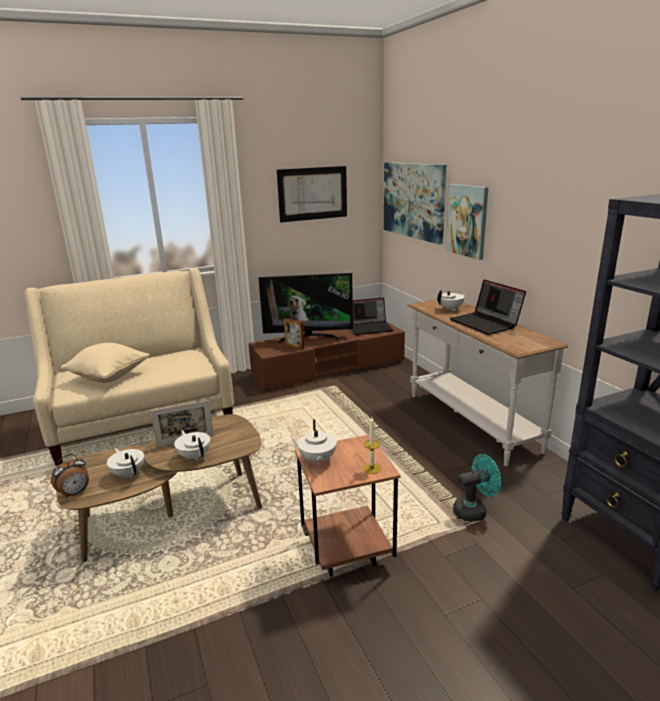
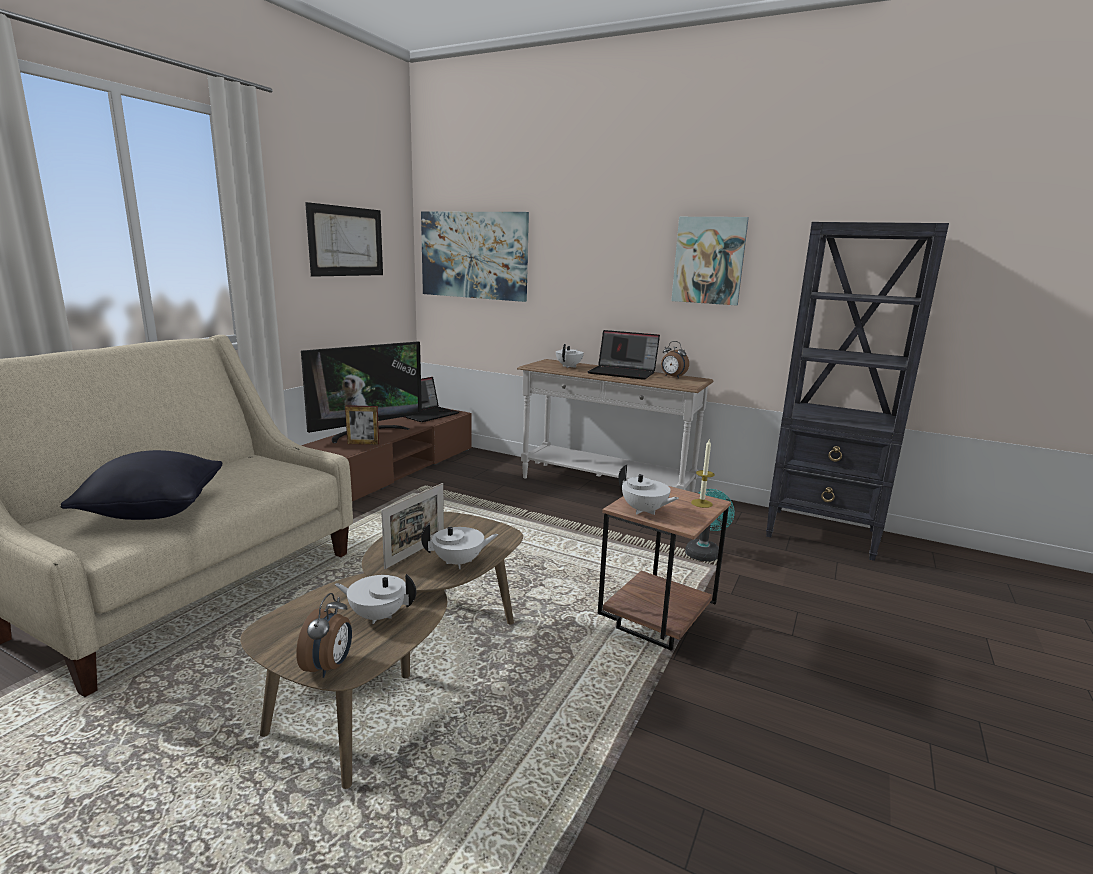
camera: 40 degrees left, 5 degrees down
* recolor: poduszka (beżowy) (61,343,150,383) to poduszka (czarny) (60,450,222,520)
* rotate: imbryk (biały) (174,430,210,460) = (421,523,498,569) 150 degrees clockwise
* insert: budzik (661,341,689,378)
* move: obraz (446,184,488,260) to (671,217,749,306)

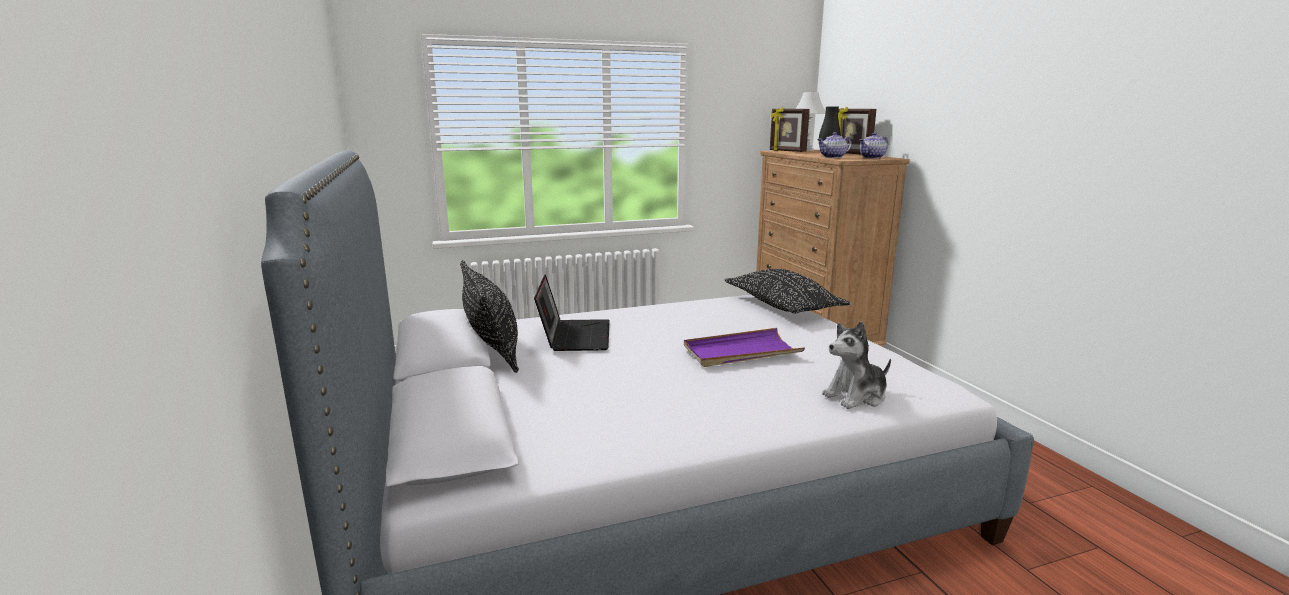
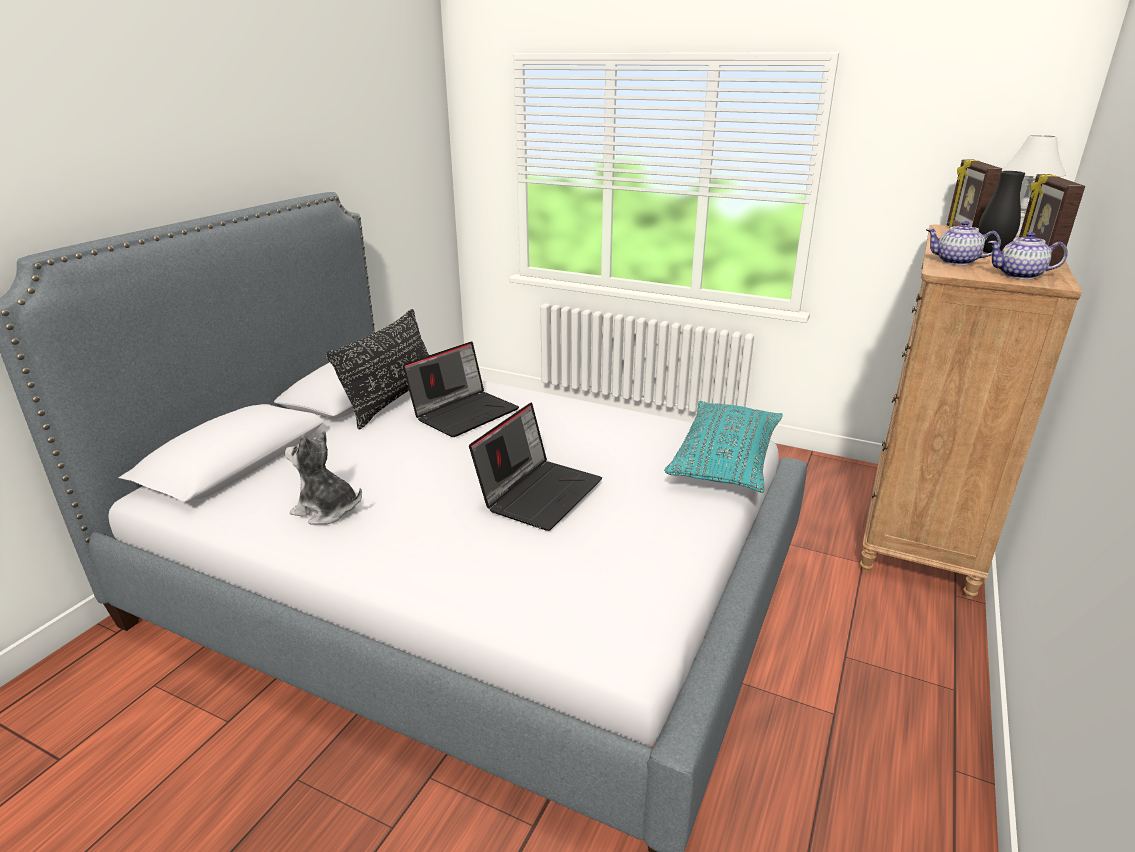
camera: 45 degrees right, 10 degrees up
* move: pluszak (822,321,891,409) to (285,431,362,525)
* replace: taca (fioletowy) (684,328,805,367) to laptop (469,402,602,531)
* recolor: poduszka (czarny) (725,269,851,313) to poduszka (turkusowy) (664,401,783,493)

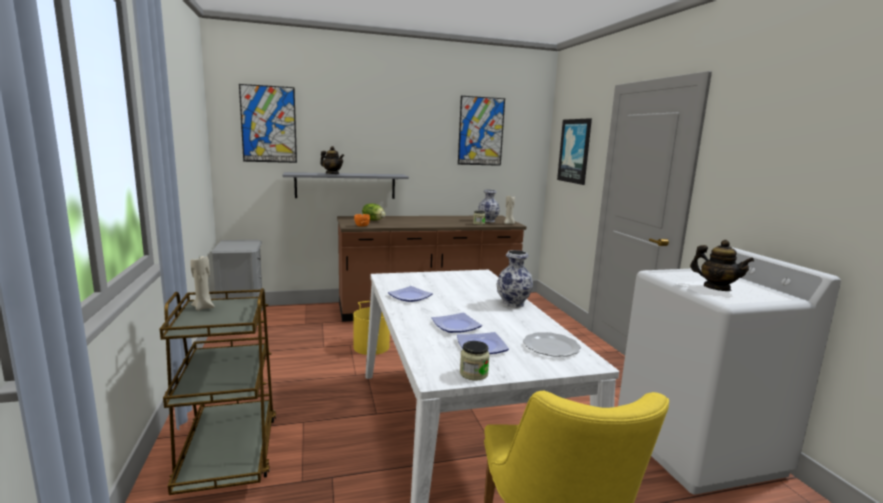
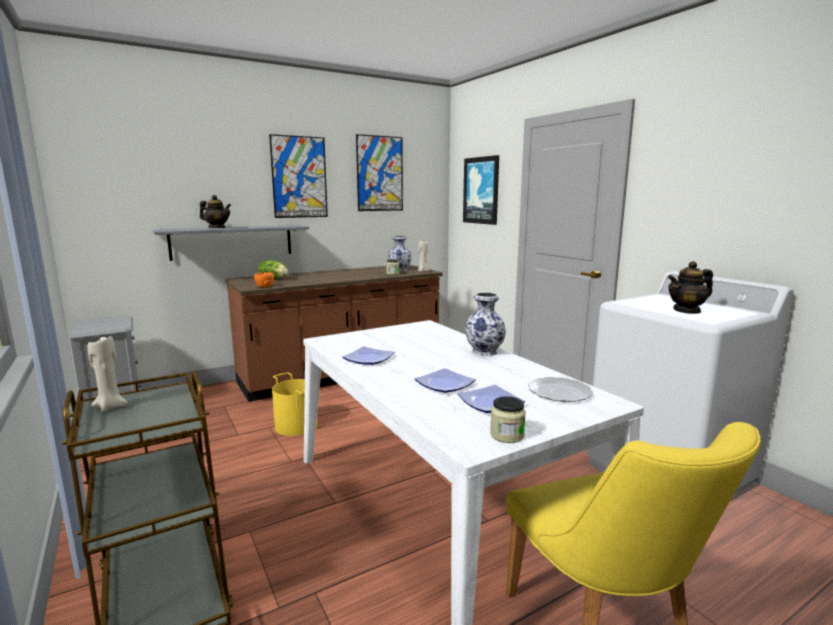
camera: 15 degrees left, 0 degrees up
* move: obraz (239,84,297,163) to (269,134,328,218)
* rotate: imbryk (690,240,754,291) = (668,261,713,314) 135 degrees clockwise

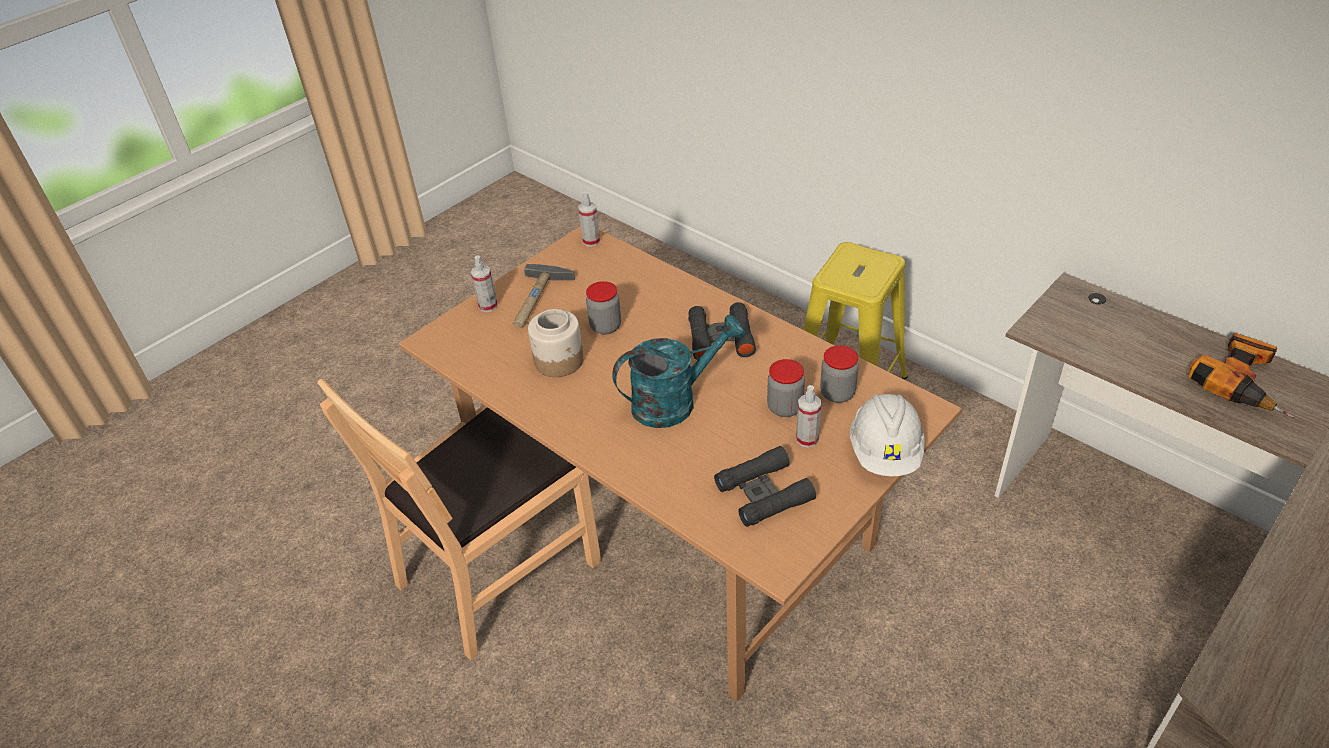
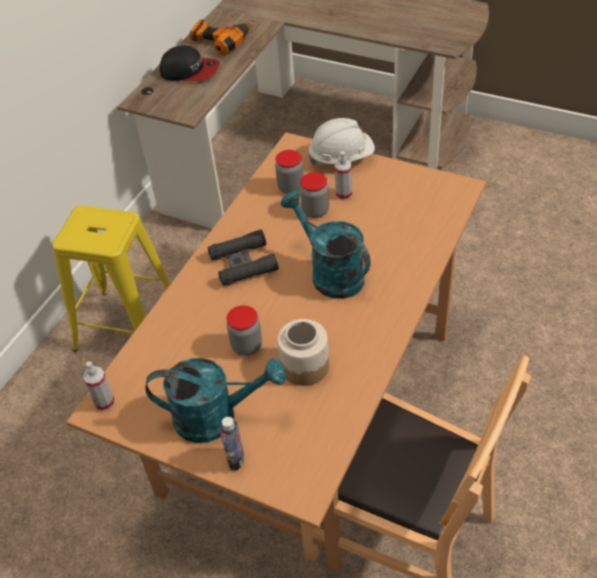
camera: 105 degrees left, 5 degrees up
* replace: młotek (513,264,575,328) to konewka (turkusowy) (146,358,286,443)
* insert: czapka z daszkiem (159,45,220,81)
* replace: spryskiwacz (471,256,498,312) to butelka (220,417,244,471)
* delete: lornetka (czarny) (714,446,816,527)

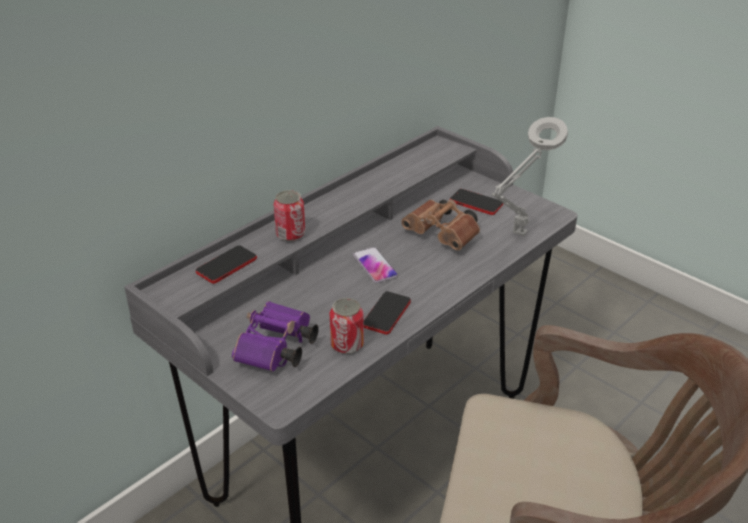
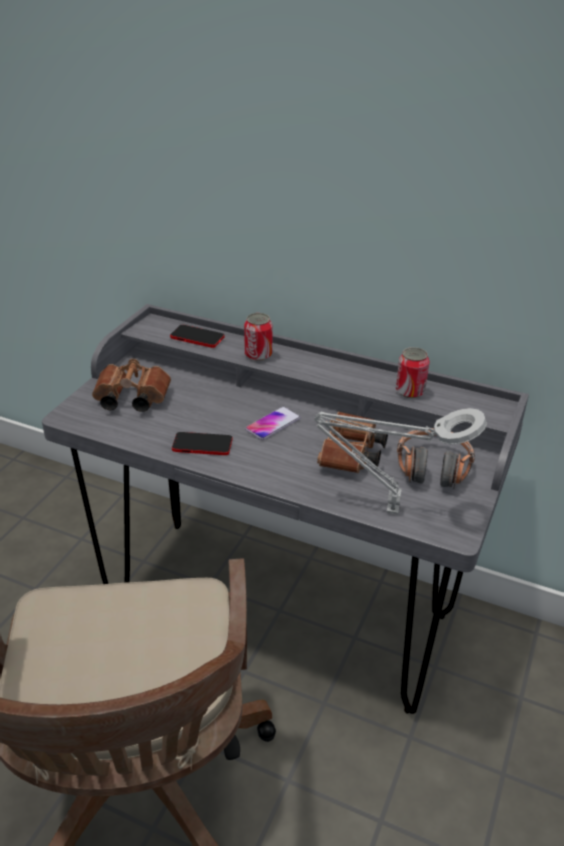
camera: 70 degrees right, 0 degrees up
* recolor: lornetka (fioletowy) (232,301,319,372) to lornetka (brązowy) (92,359,171,412)
* move: puszka (330,298,364,354) to (396,347,429,398)
* replace: telefon (450,189,503,215) to słuchawki (397,428,475,489)

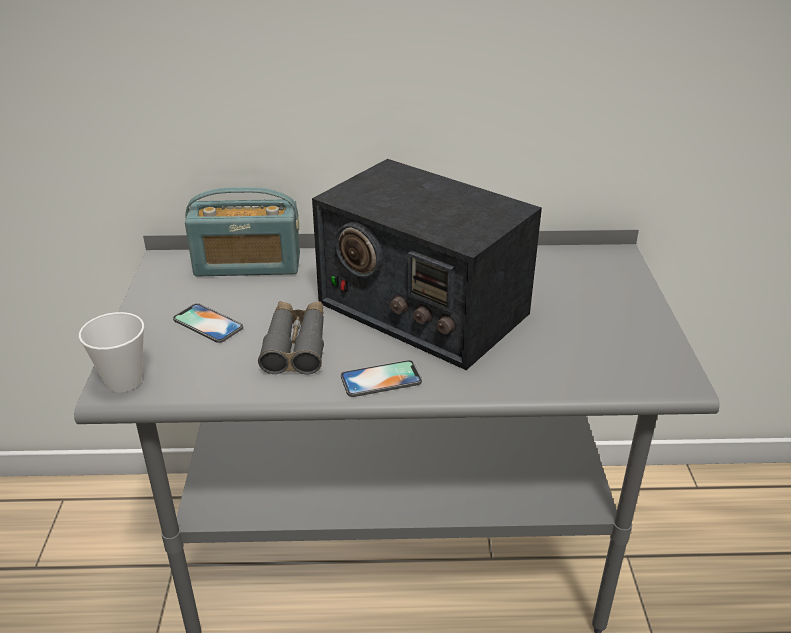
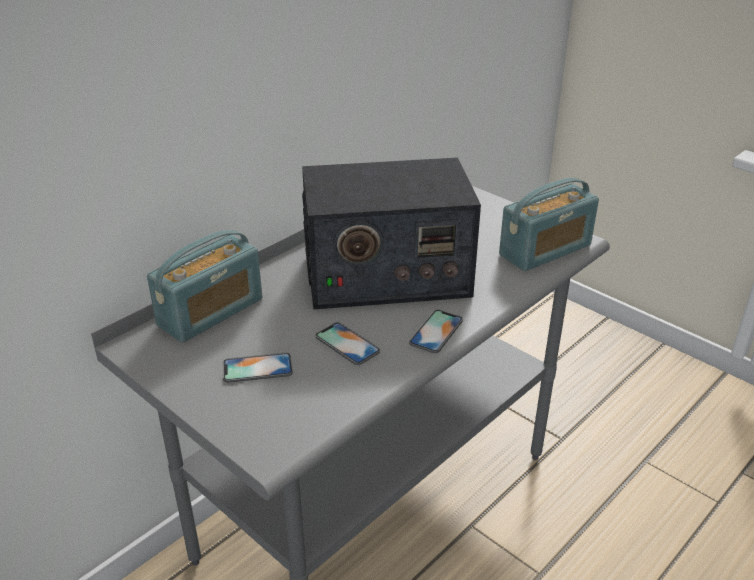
camera: 45 degrees left, 0 degrees up
* replace: lornetka (szary) (258,301,324,374) to telefon (316,322,380,365)
* insert: radio (499,178,599,271)
* delete: filiżanka (79,312,144,392)

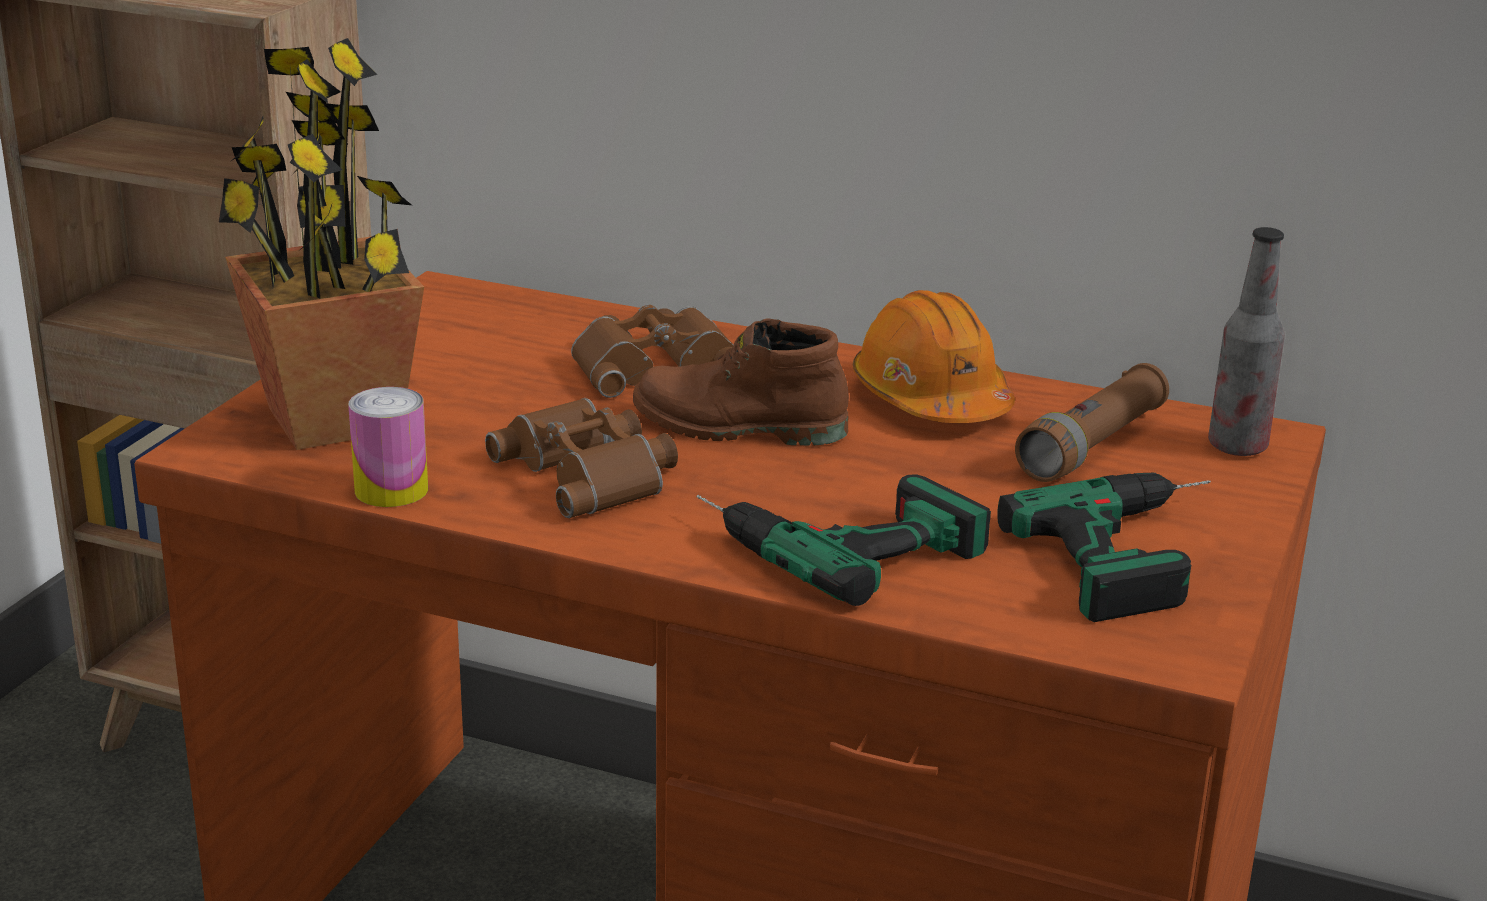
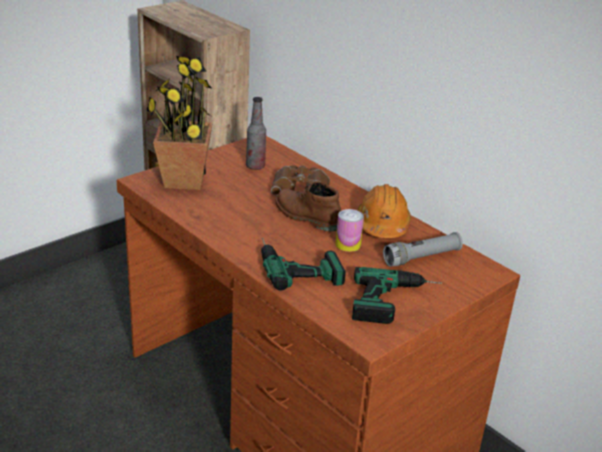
camera: 25 degrees right, 5 degrees up
* move: butelka (1208,227,1285,456) to (246,97,266,170)
* move: puszka (348,387,428,507) to (335,209,364,252)
* recolor: latarka (brązowy) (1015,363,1169,482) to latarka (szary) (383,232,463,267)
* delete: lornetka (brązowy) (485,398,678,518)

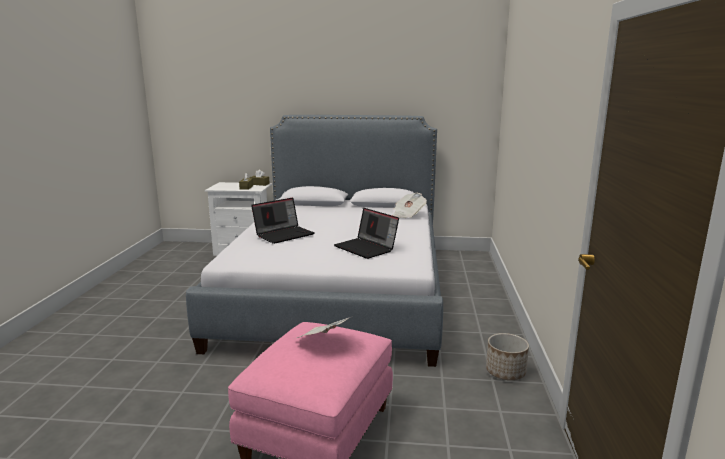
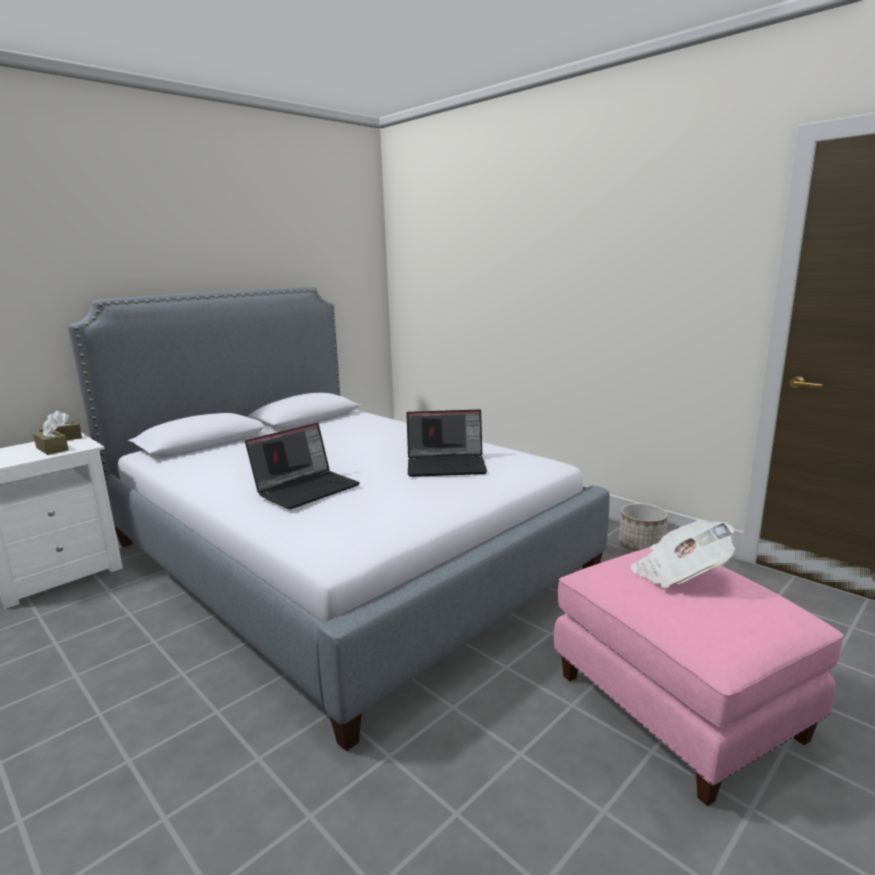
camera: 50 degrees left, 0 degrees up
* rotate: laptop (251,198,314,244) = (245,423,360,509) 45 degrees clockwise
* delete: gazeta (392,193,427,218)

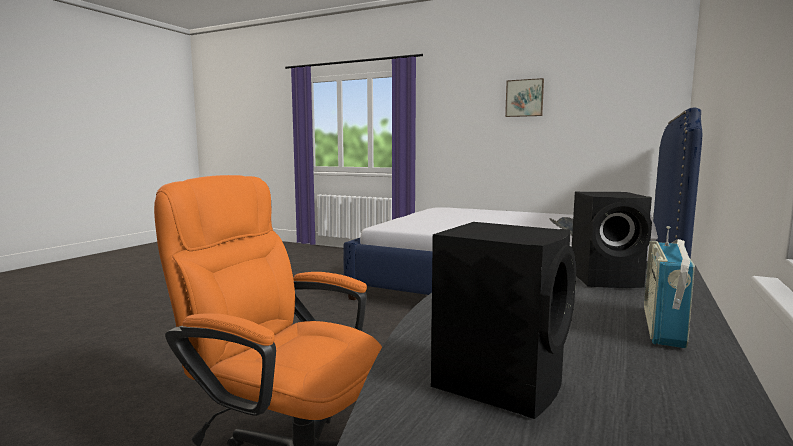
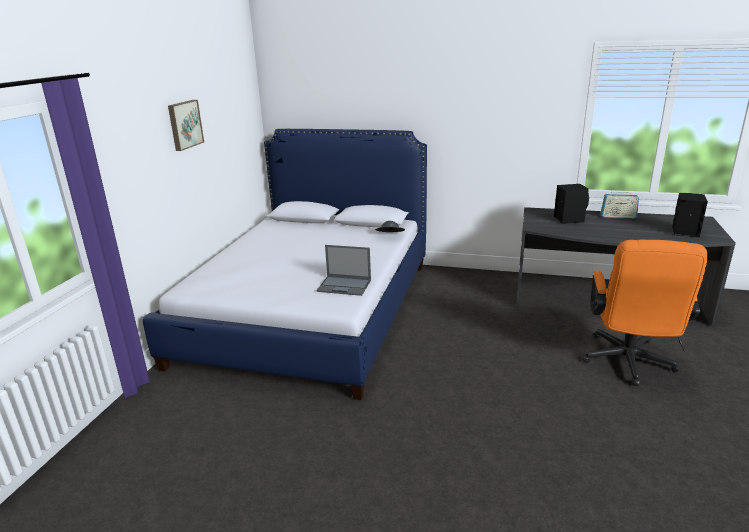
camera: 100 degrees left, 15 degrees up
* insert: laptop (316,245,371,296)

